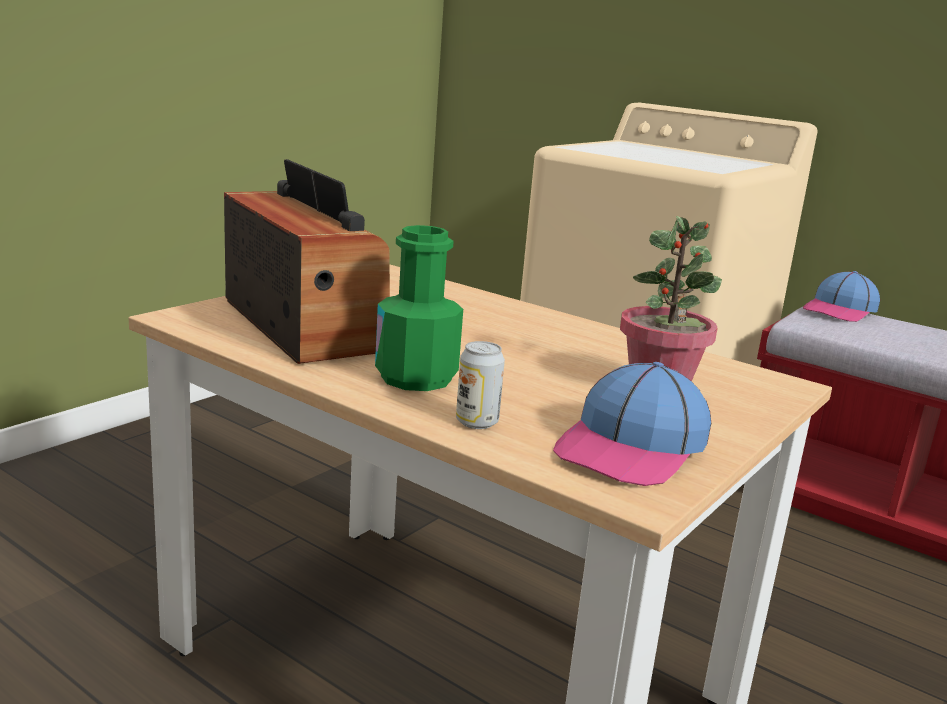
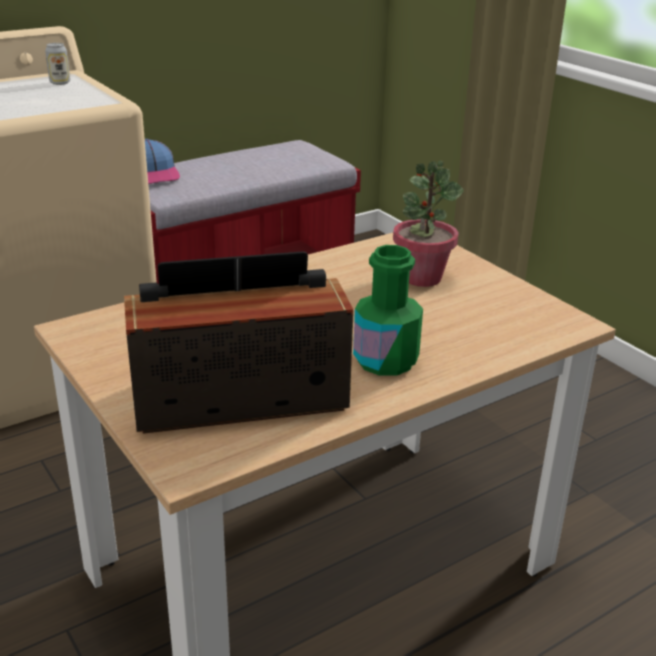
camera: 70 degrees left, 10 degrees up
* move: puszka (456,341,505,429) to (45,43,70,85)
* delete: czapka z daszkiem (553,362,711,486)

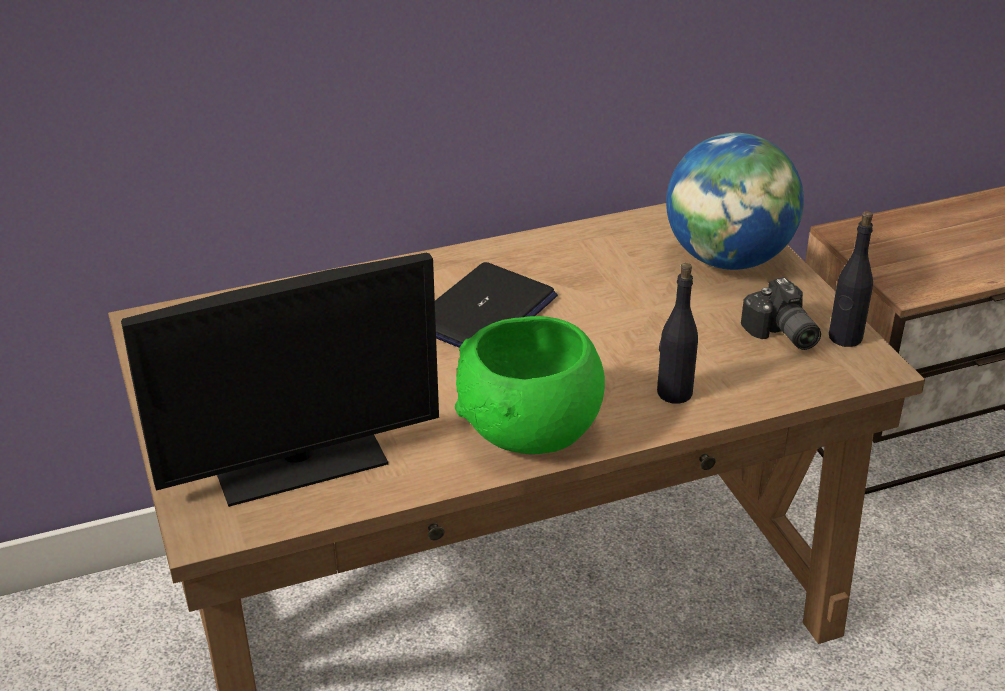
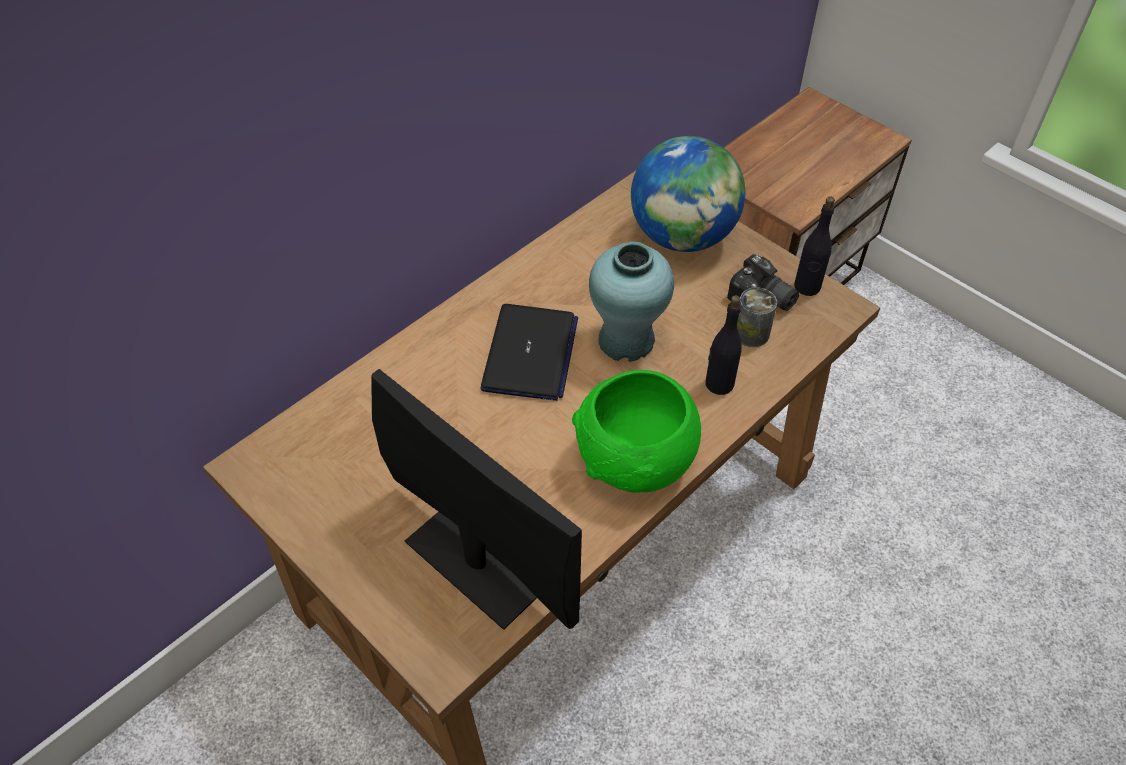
camera: 25 degrees left, 15 degrees up
* rotate: monitor (121,252,439,507) = (371,369,582,630) 90 degrees counterclockwise
* insert: wazon (turkusowy) (589,242,674,362)
* insert: puszka (737,287,777,347)

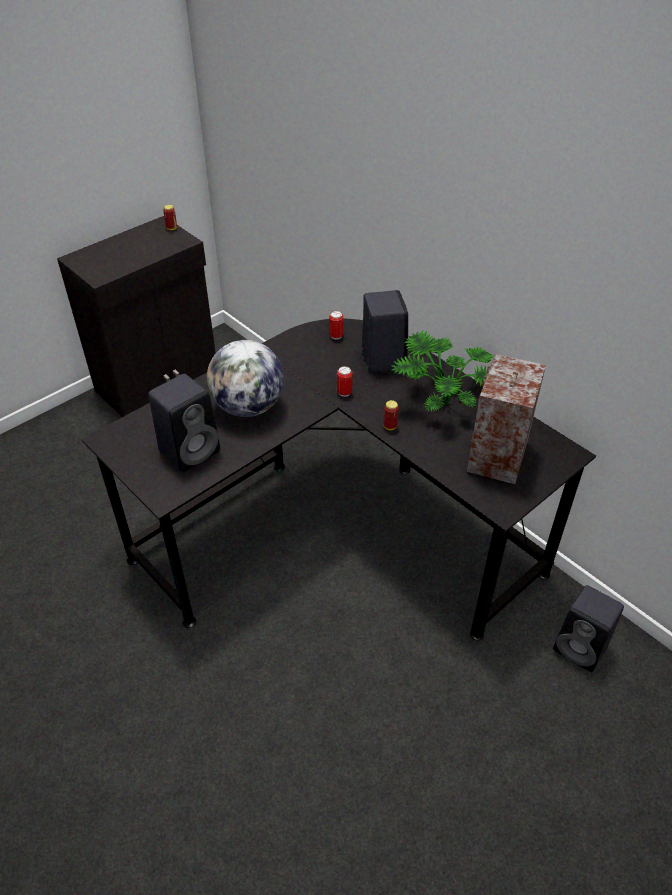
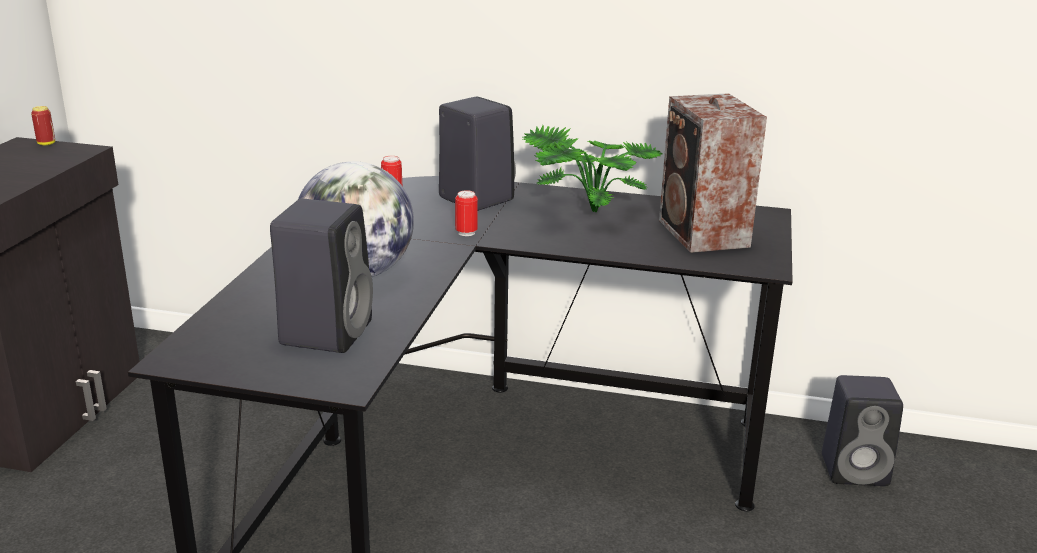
camera: 35 degrees left, 20 degrees down
* delete: puszka (384,400,399,430)

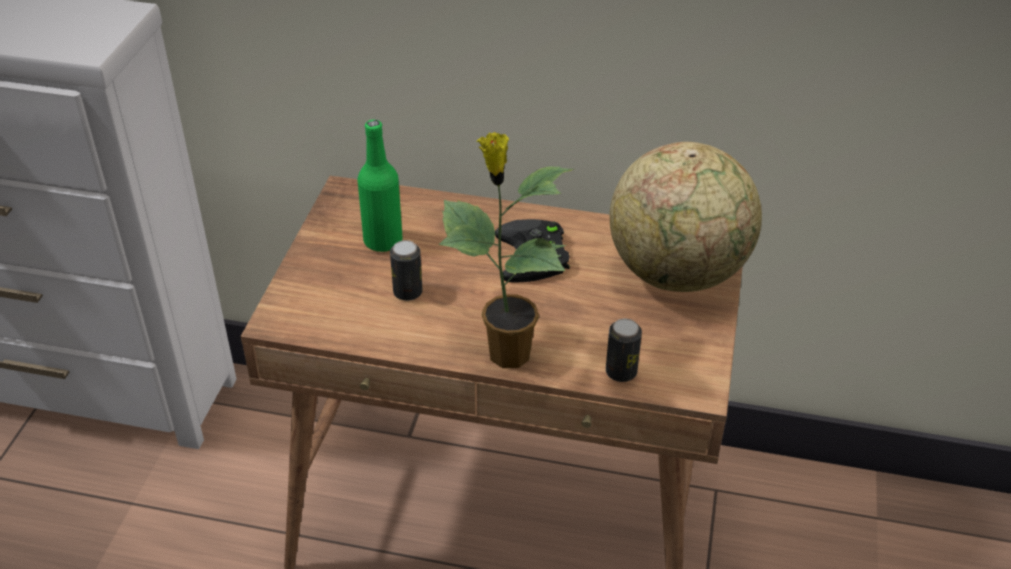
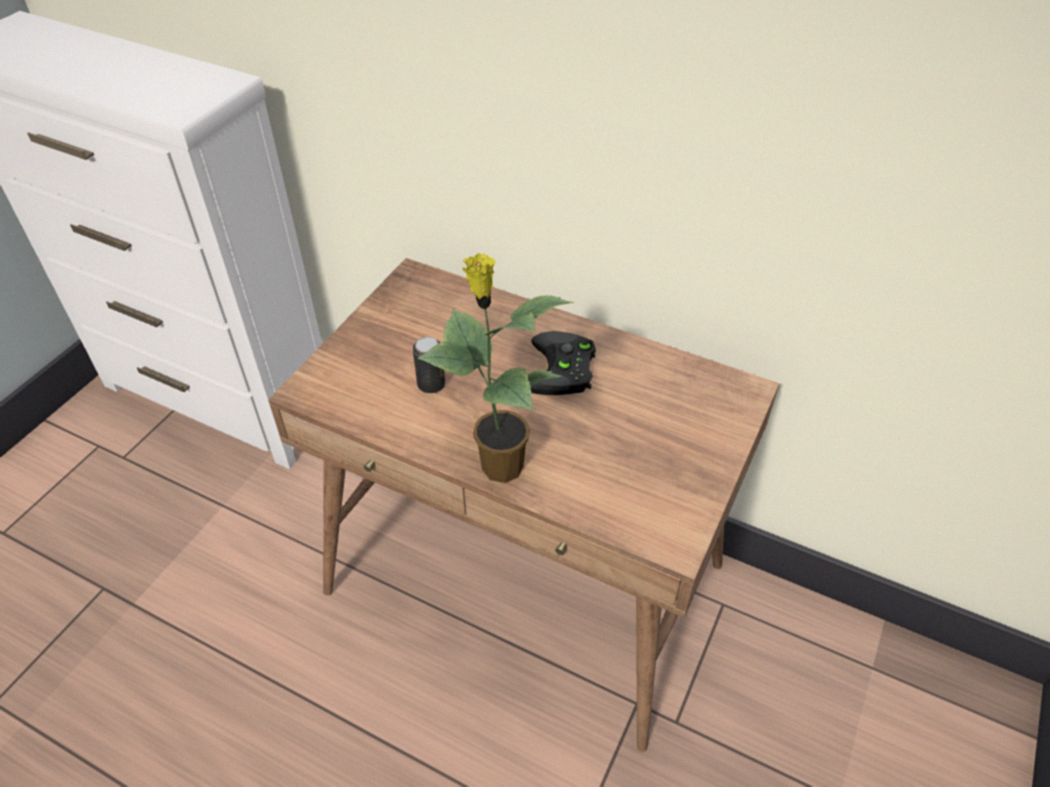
camera: 15 degrees right, 5 degrees up
* delete: butelka (zielony) (357,120,403,252)
* delete: puszka (606,319,642,382)
* delete: globus (610,142,762,292)

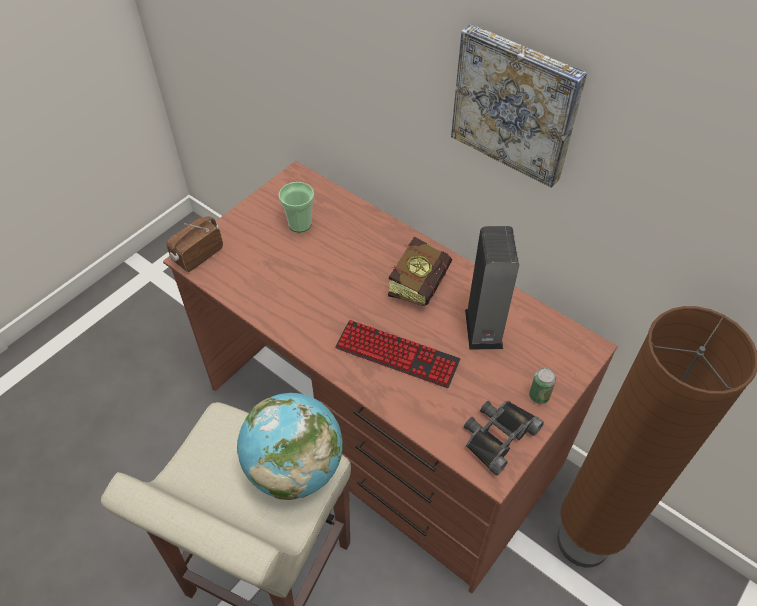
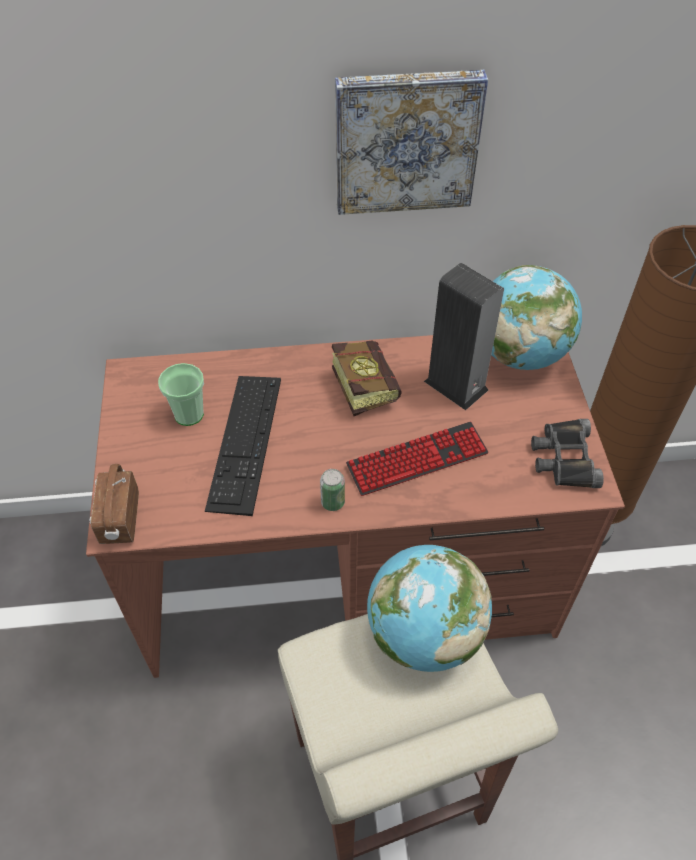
camera: 45 degrees left, 0 degrees up
* insert: klawiatura (205,376,281,516)
* move: puszka (529,368,556,404) to (320,469,345,511)
* insert: globus (491,265,582,370)

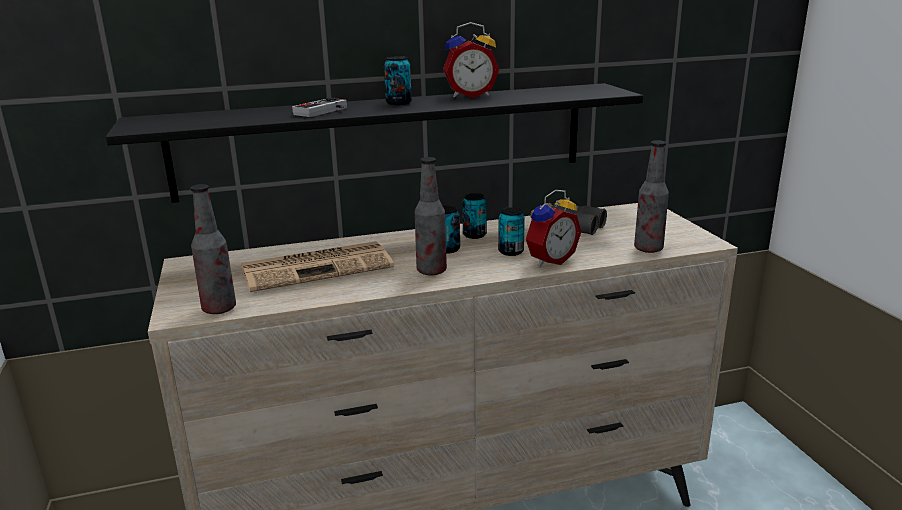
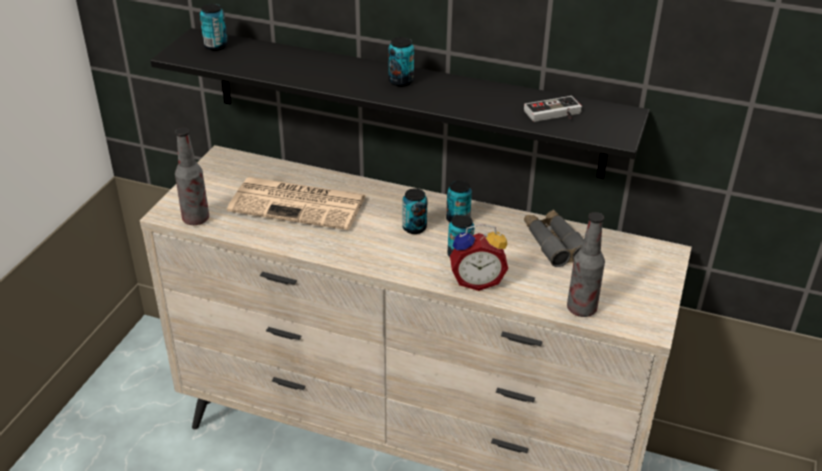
camera: 35 degrees right, 15 degrees up
* insert: puszka (200,4,228,50)
* move: pad do gier (292,98,347,117) to (524,96,582,122)
* delete: butelka (415,157,447,275)
* delete: budzik (443,22,499,98)

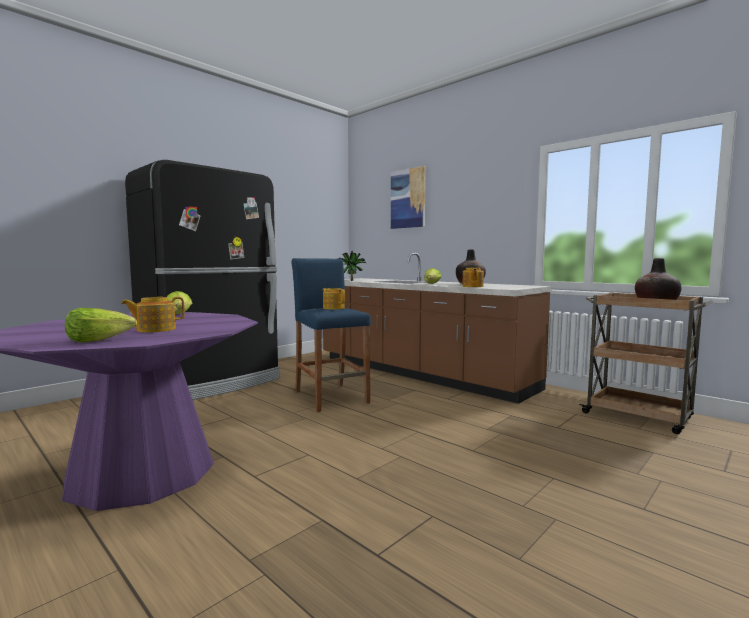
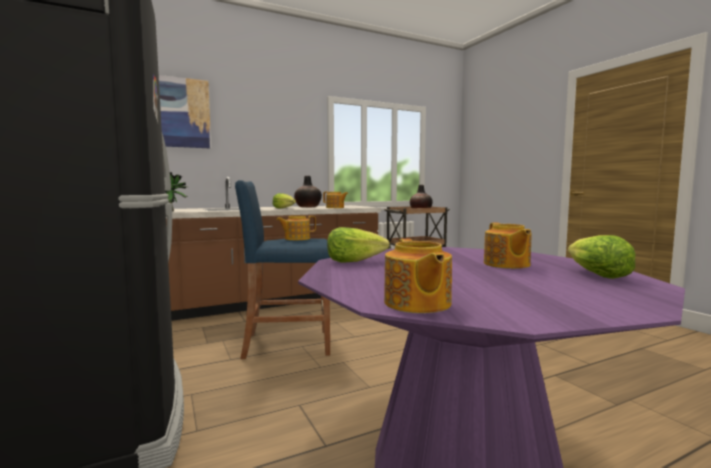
camera: 70 degrees left, 0 degrees up
* insert: imbryk (384,238,452,313)

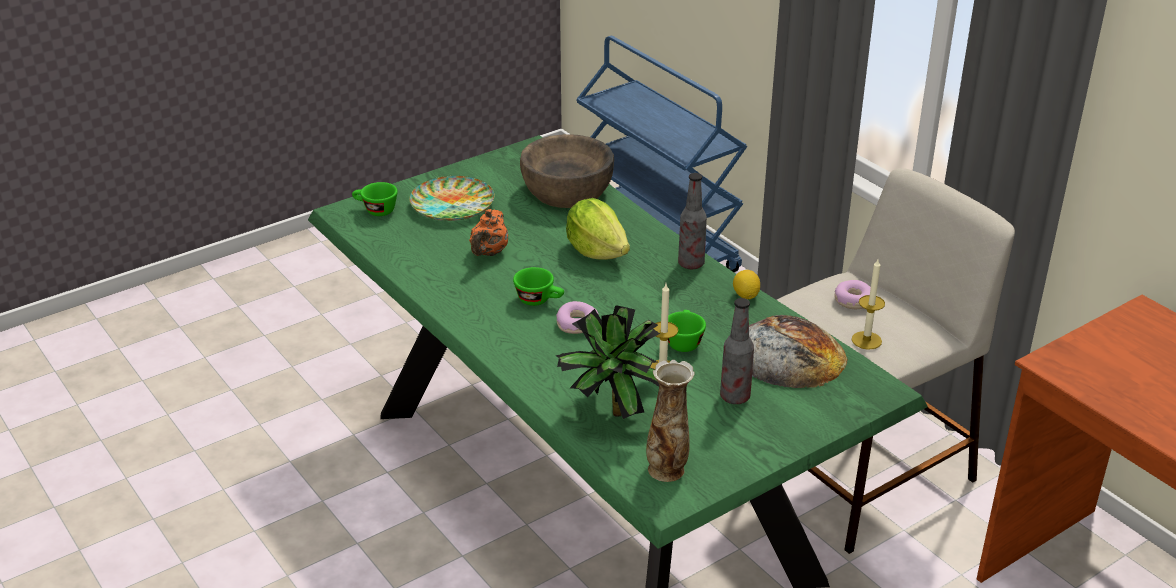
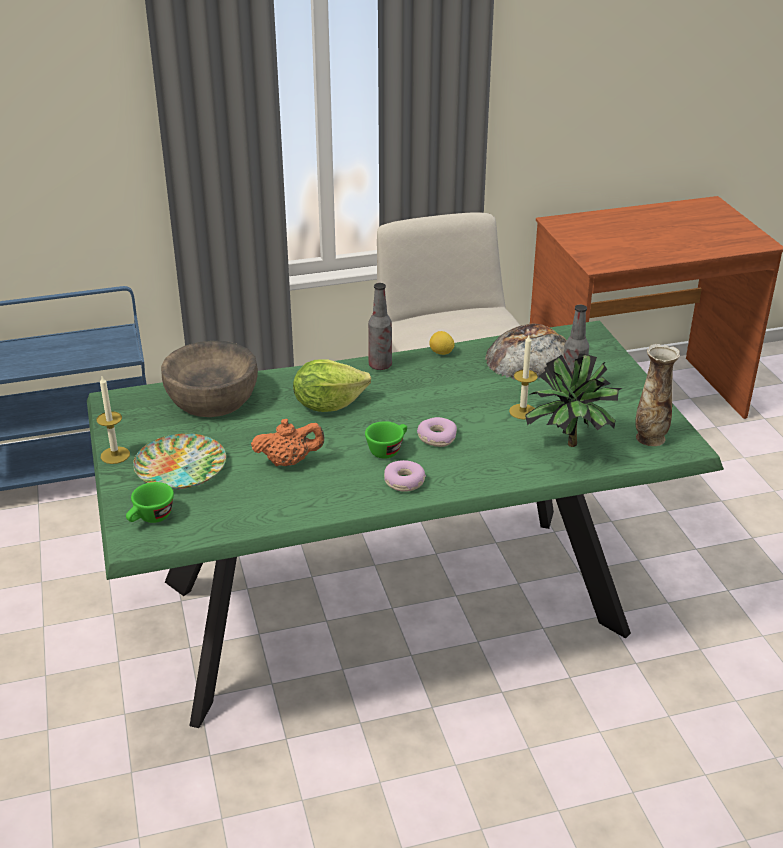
camera: 70 degrees left, 0 degrees up
* move: świeca (852,259,885,350) to (96,376,130,464)
* rotate: imbryk (pomarańczowy) (469,209,508,256) = (251,419,324,466) 45 degrees counterclockwise
* move: donut (835,280,871,309) to (384,460,426,492)
* delete: filiżanka (zielony) (668,310,706,352)

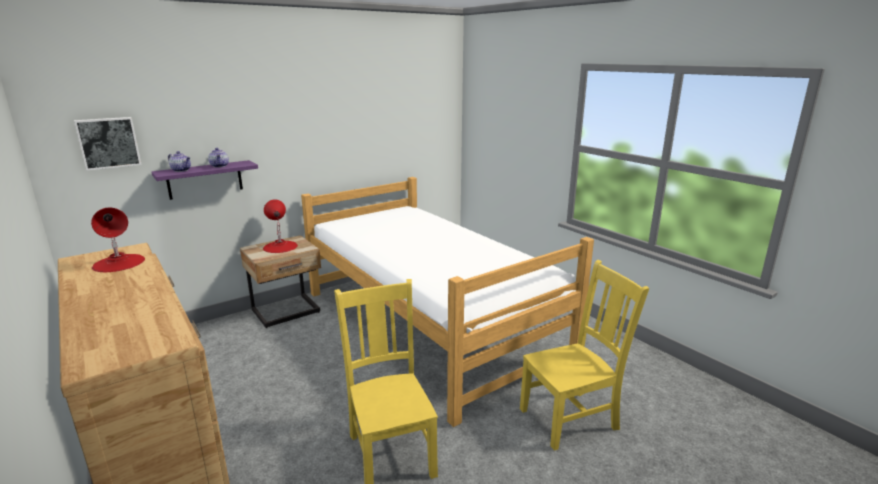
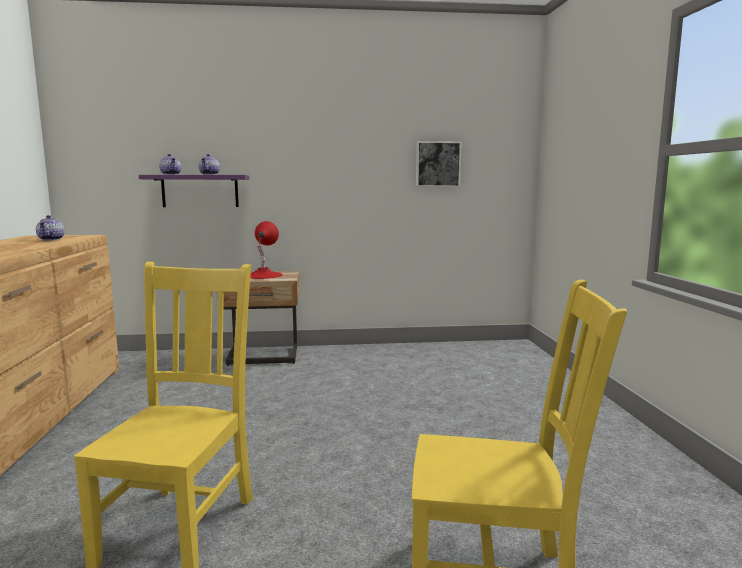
camera: 30 degrees right, 10 degrees down
* replace: lampa stołowa (czerwony) (91,208,145,272) to imbryk (36,215,65,241)
* move: obraz (74,117,142,171) to (416,141,461,187)
* delete: łóżko (301,177,594,427)

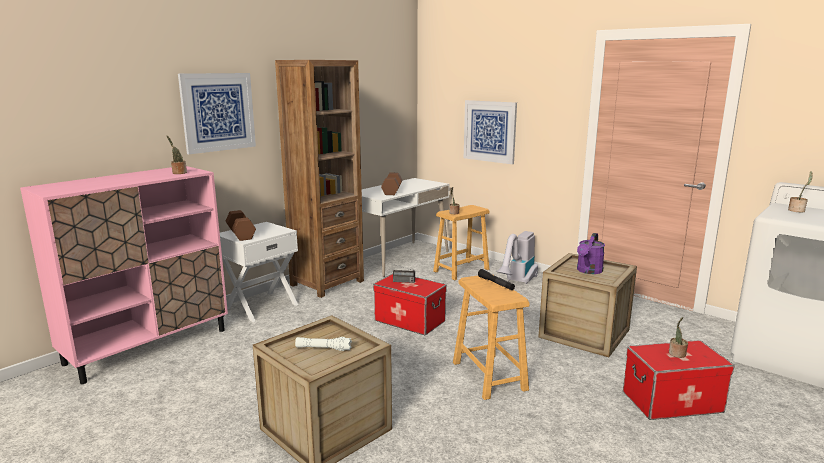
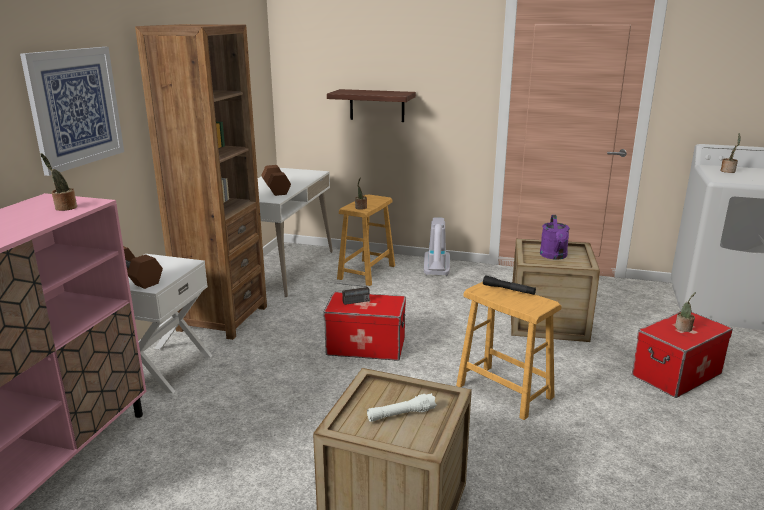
camera: 25 degrees left, 5 degrees up
* replace: obraz (464,100,517,164) to półka (327,89,416,122)

